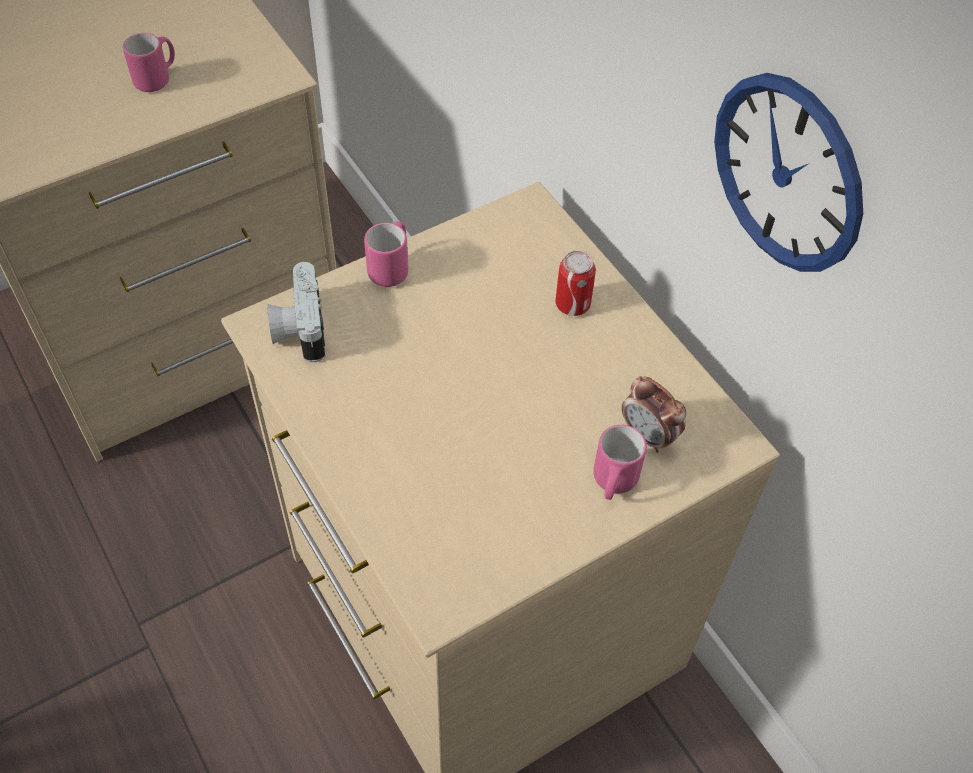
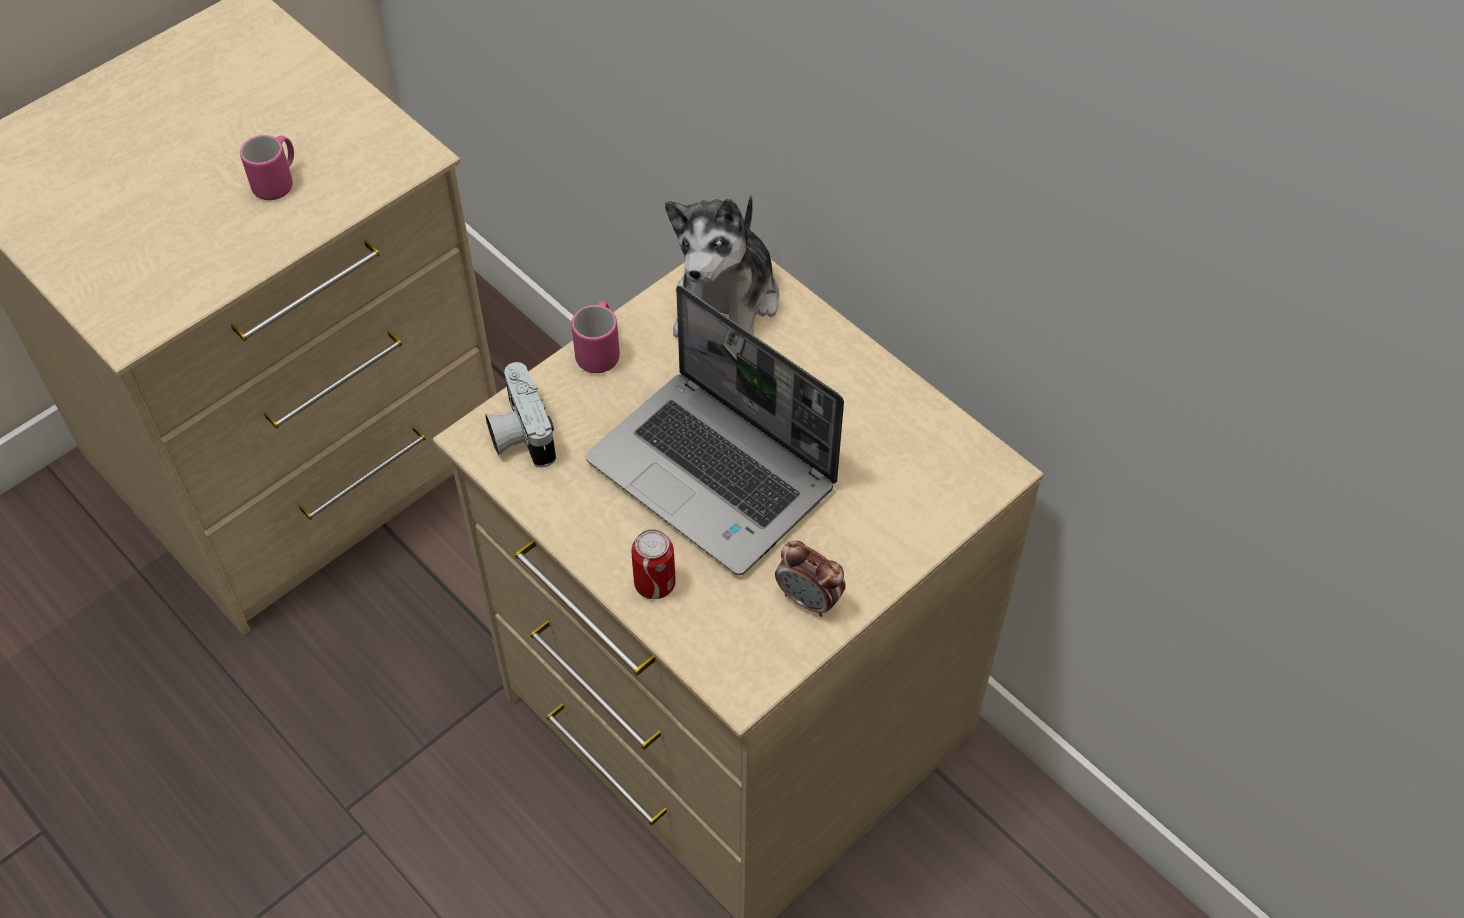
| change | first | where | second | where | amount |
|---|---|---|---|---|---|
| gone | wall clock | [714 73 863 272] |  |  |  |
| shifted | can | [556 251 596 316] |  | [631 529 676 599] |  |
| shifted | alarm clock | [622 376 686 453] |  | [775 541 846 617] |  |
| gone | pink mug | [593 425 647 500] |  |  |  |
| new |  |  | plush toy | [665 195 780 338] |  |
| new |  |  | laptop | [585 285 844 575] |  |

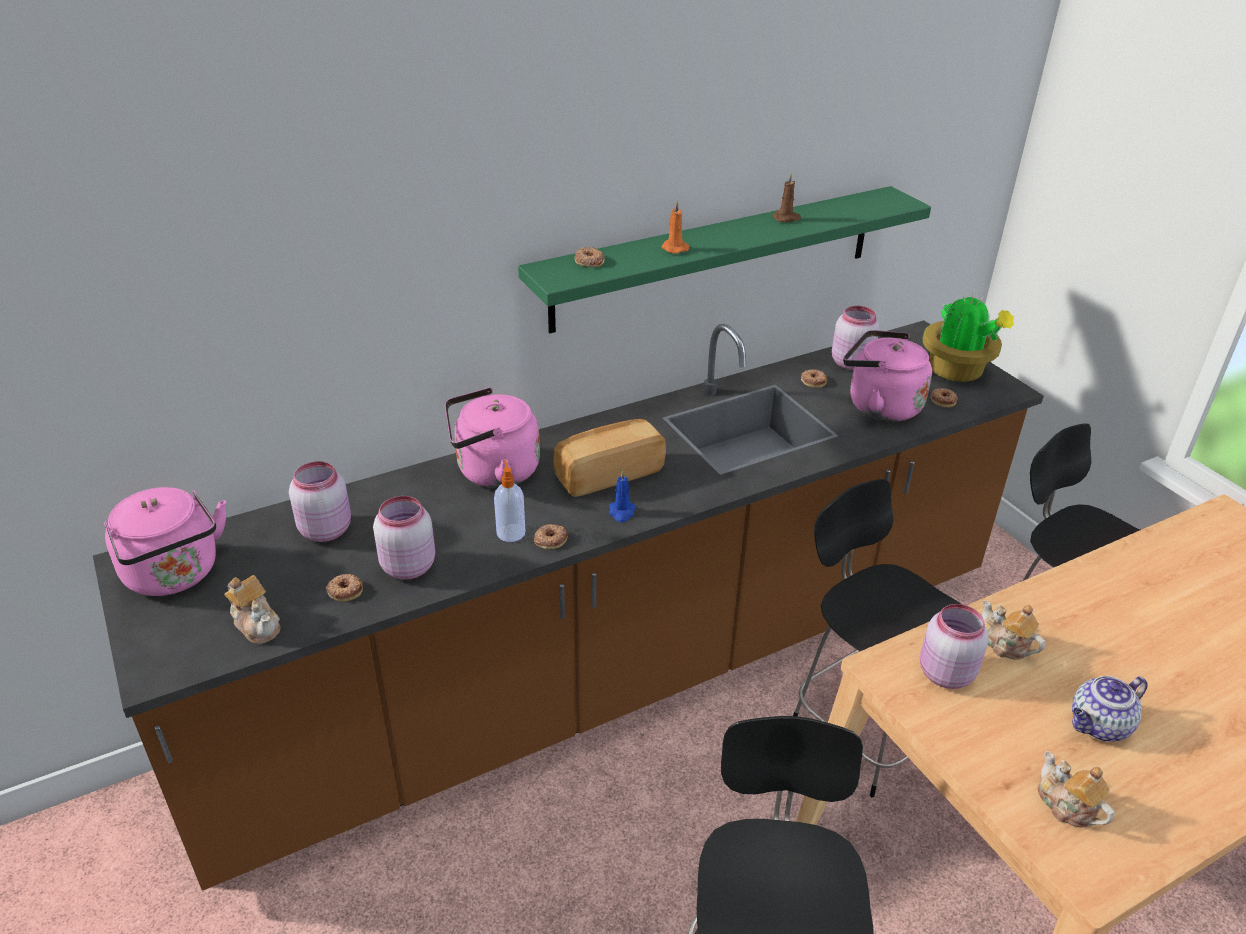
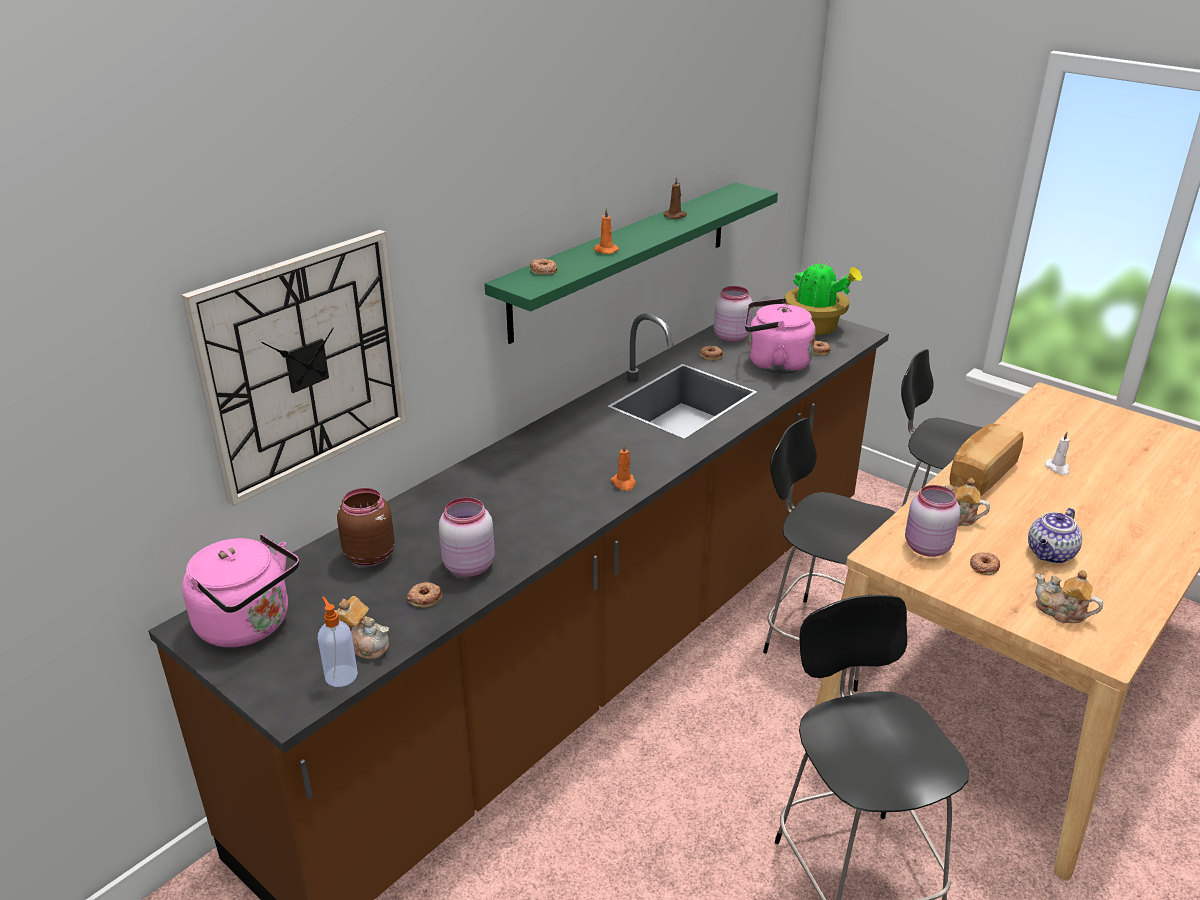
| change | first | where | second | where | amount |
|---|---|---|---|---|---|
| gone | pink kettle | [445 387 540 488] |  |  |  |
| shifted | bread | [553 419 666 497] |  | [949 424 1024 497] |  |
| shifted | soap dispenser | [494 460 525 542] |  | [318 596 358 687] |  |
| repainted | pink jar | [289 461 351 542] | brown jar | [337 488 395 566] |  |
| repainted | blue candle | [609 470 636 522] | orange candle | [611 443 636 491] |  |
| shifted | donut | [534 524 568 550] |  | [970 552 1000 575] |  |
| new |  |  | wall clock | [181 230 407 506] |  |
| new |  |  | white candle | [1045 432 1070 475] |  |

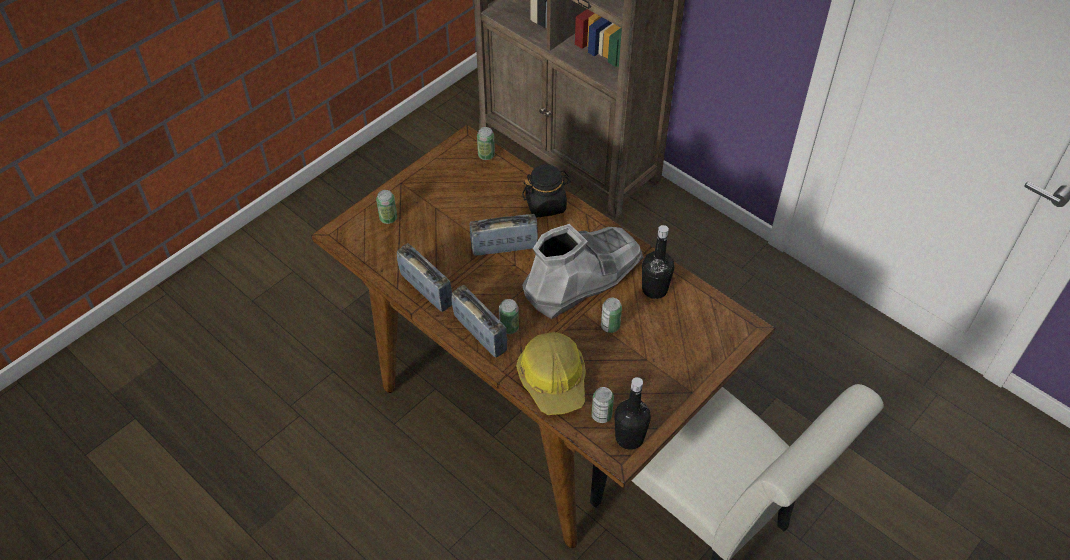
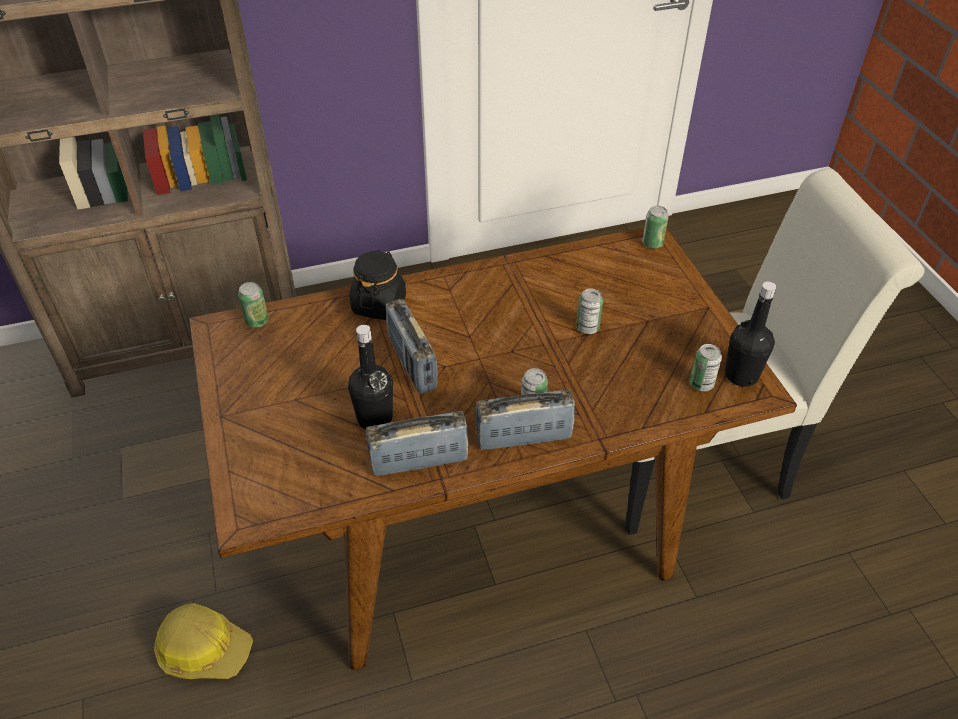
| change | first | where | second | where | amount |
|---|---|---|---|---|---|
| shifted | can | [376 190 397 224] |  | [642 206 669 249] |  |
| rotated | radio | [470 214 538 256] |  | [386 299 438 394] | 45 degrees counterclockwise |
| gone | grey boot | [522 224 644 319] |  |  |  |
| shifted | black bottle | [642 225 674 299] |  | [348 325 393 430] |  |
| shifted | hard hat | [516 332 586 415] |  | [154 603 253 679] |  |

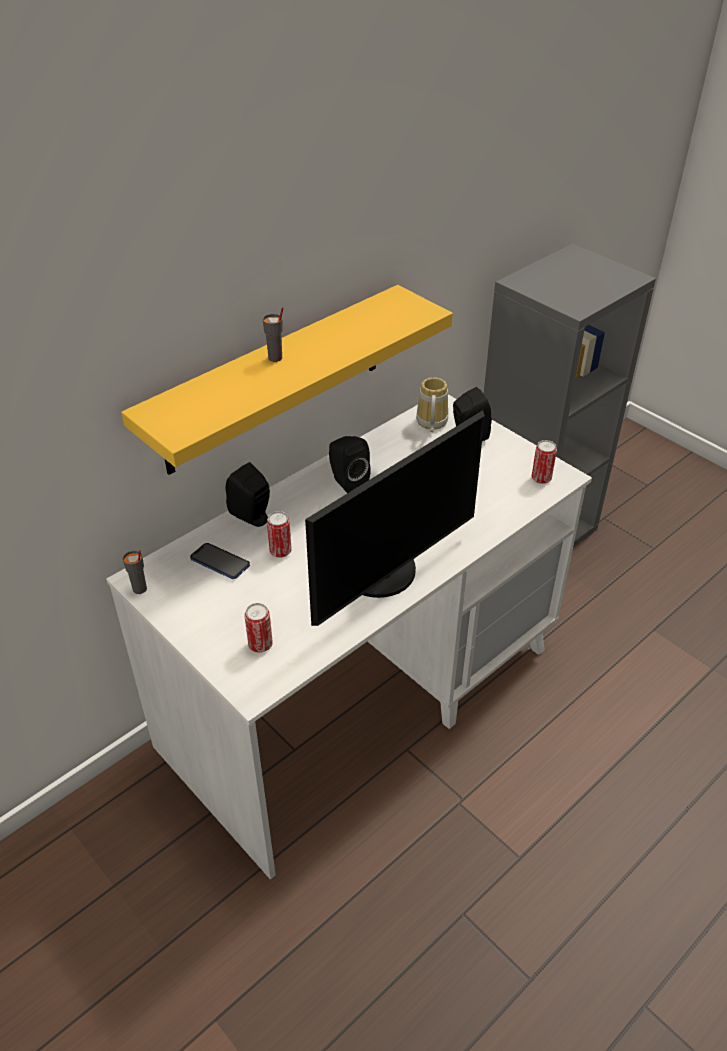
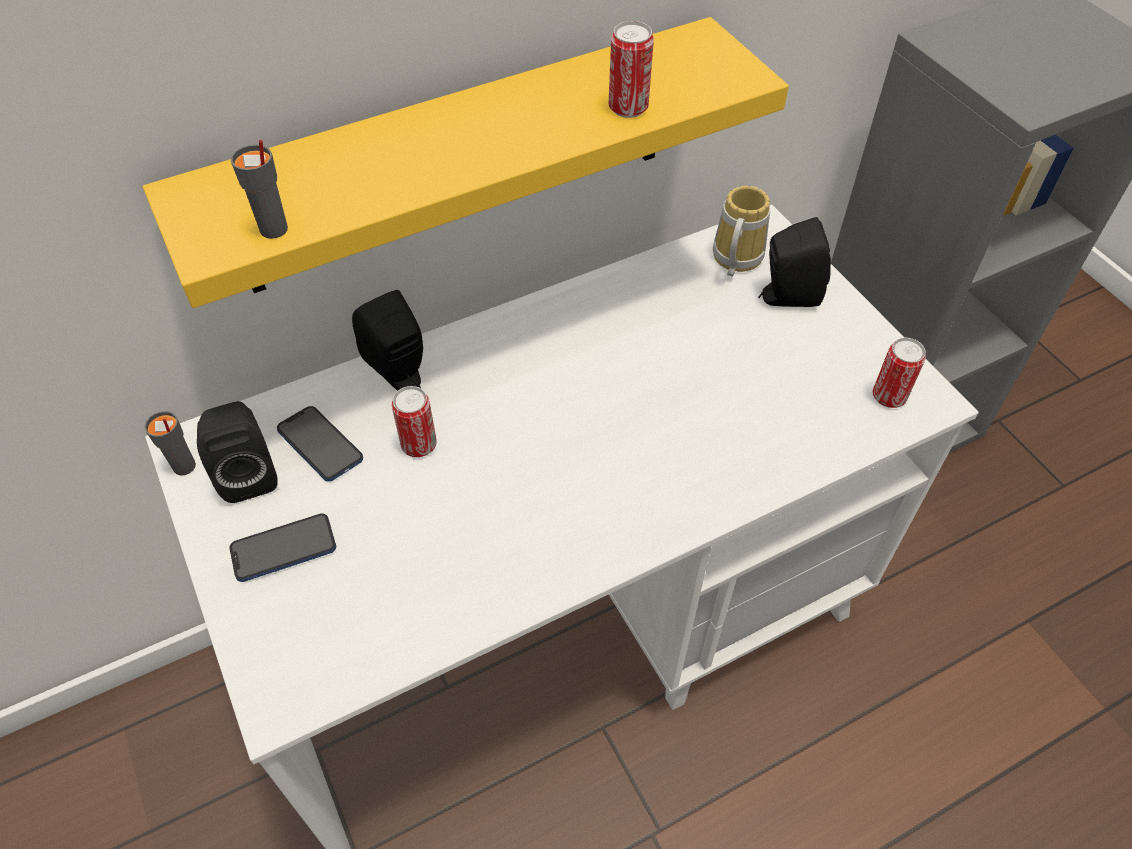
| change | first | where | second | where | amount |
|---|---|---|---|---|---|
| shifted | grey cup | [263 307 283 362] |  | [231 140 288 239] |  |
| gone | monitor | [305 410 485 626] |  |  |  |
| shifted | black speaker | [329 436 371 493] |  | [197 401 278 503] |  |
| shifted | can | [244 603 273 653] |  | [608 21 654 118] |  |
| new |  |  | phone | [229 513 336 582] |  |

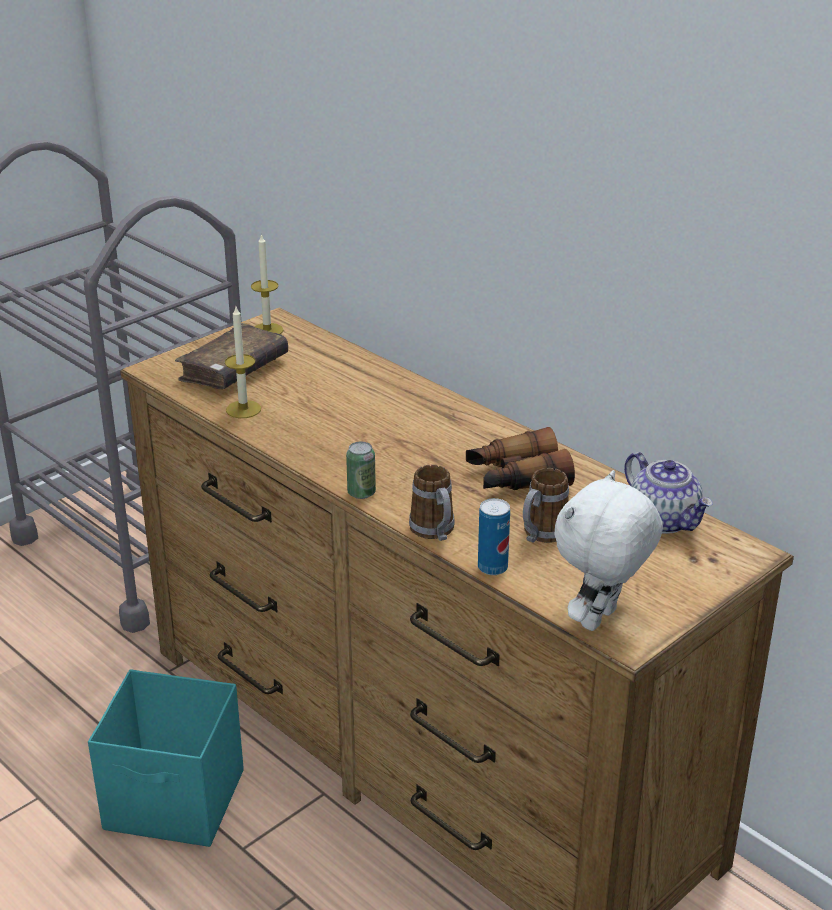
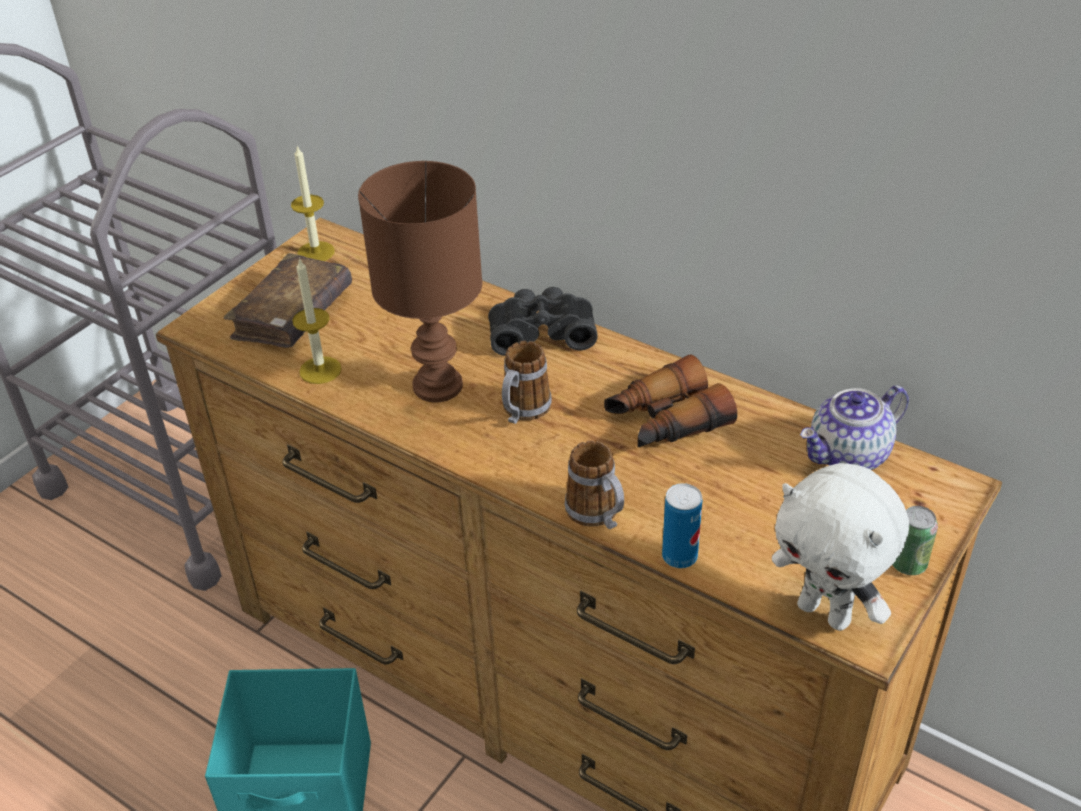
| change | first | where | second | where | amount |
|---|---|---|---|---|---|
| shifted | can | [346 442 376 499] |  | [892 506 938 575] |  |
| rotated | teapot | [624 452 713 534] |  | [800 385 909 470] | 105 degrees clockwise |
| shifted | mug | [523 468 569 543] |  | [502 341 552 424] |  |
| rotated | white plush toy | [554 470 663 631] |  | [772 463 909 631] | 75 degrees counterclockwise |
| new |  |  | brown table lamp | [358 161 482 403] |  |
| new |  |  | black binoculars | [488 287 598 356] |  |

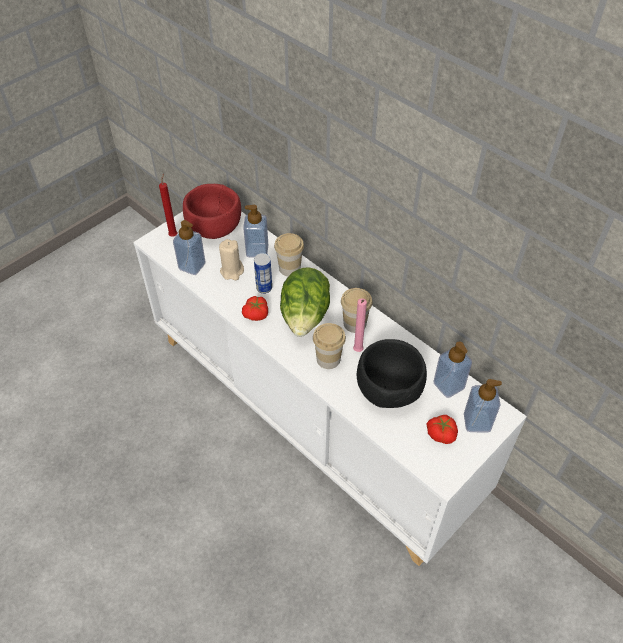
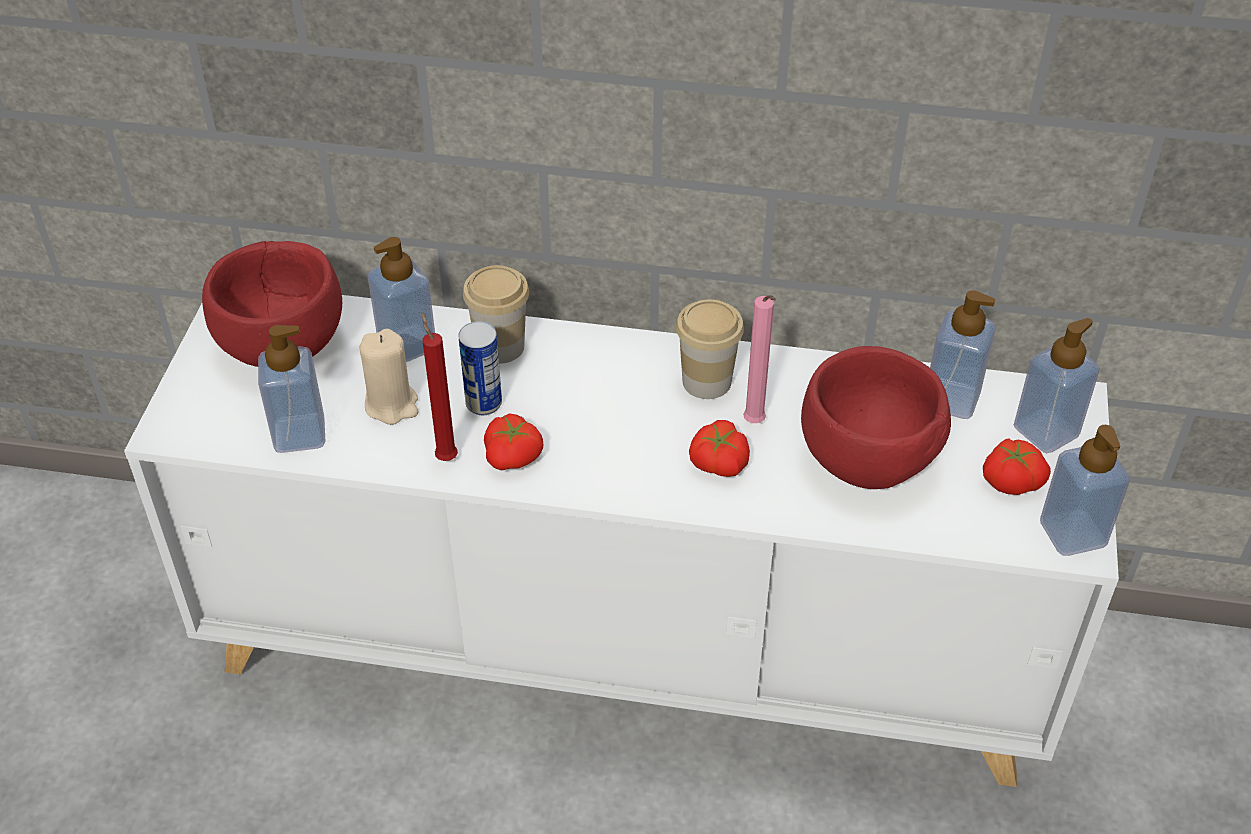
| change | first | where | second | where | amount |
|---|---|---|---|---|---|
| shifted | red candle | [159 173 177 237] |  | [421 312 458 461] |  |
| gone | lettuce | [280 267 330 337] |  |  |  |
| swapped | cup | [313 323 346 369] | tomato | [689 420 750 477] |  |
| repainted | black bowl | [357 339 427 408] | red bowl | [801 346 951 489] |  |
| new |  |  | soap dispenser | [1040 425 1130 556] |  |

